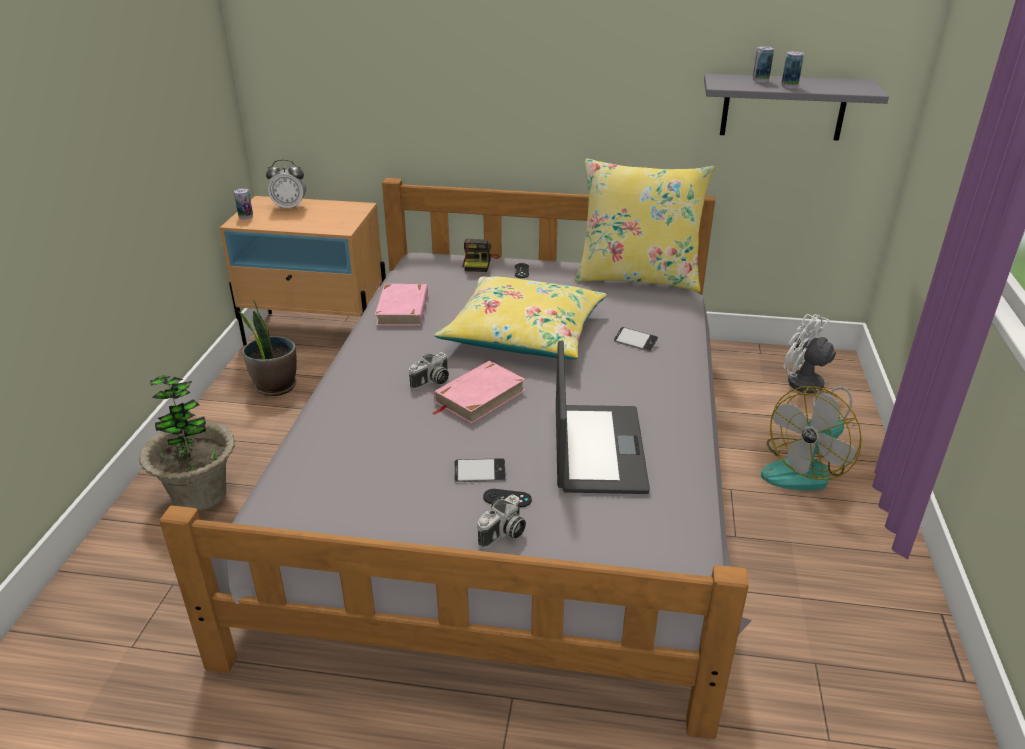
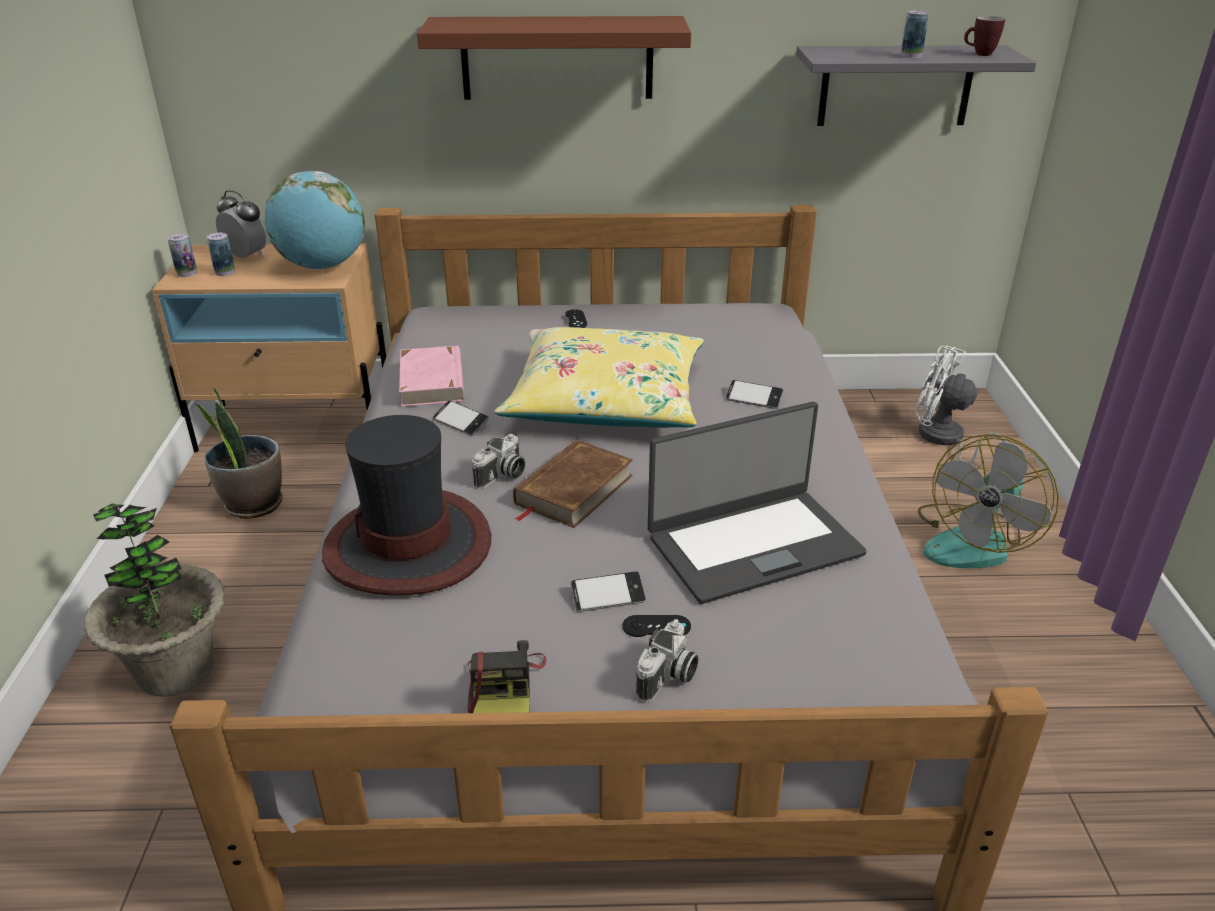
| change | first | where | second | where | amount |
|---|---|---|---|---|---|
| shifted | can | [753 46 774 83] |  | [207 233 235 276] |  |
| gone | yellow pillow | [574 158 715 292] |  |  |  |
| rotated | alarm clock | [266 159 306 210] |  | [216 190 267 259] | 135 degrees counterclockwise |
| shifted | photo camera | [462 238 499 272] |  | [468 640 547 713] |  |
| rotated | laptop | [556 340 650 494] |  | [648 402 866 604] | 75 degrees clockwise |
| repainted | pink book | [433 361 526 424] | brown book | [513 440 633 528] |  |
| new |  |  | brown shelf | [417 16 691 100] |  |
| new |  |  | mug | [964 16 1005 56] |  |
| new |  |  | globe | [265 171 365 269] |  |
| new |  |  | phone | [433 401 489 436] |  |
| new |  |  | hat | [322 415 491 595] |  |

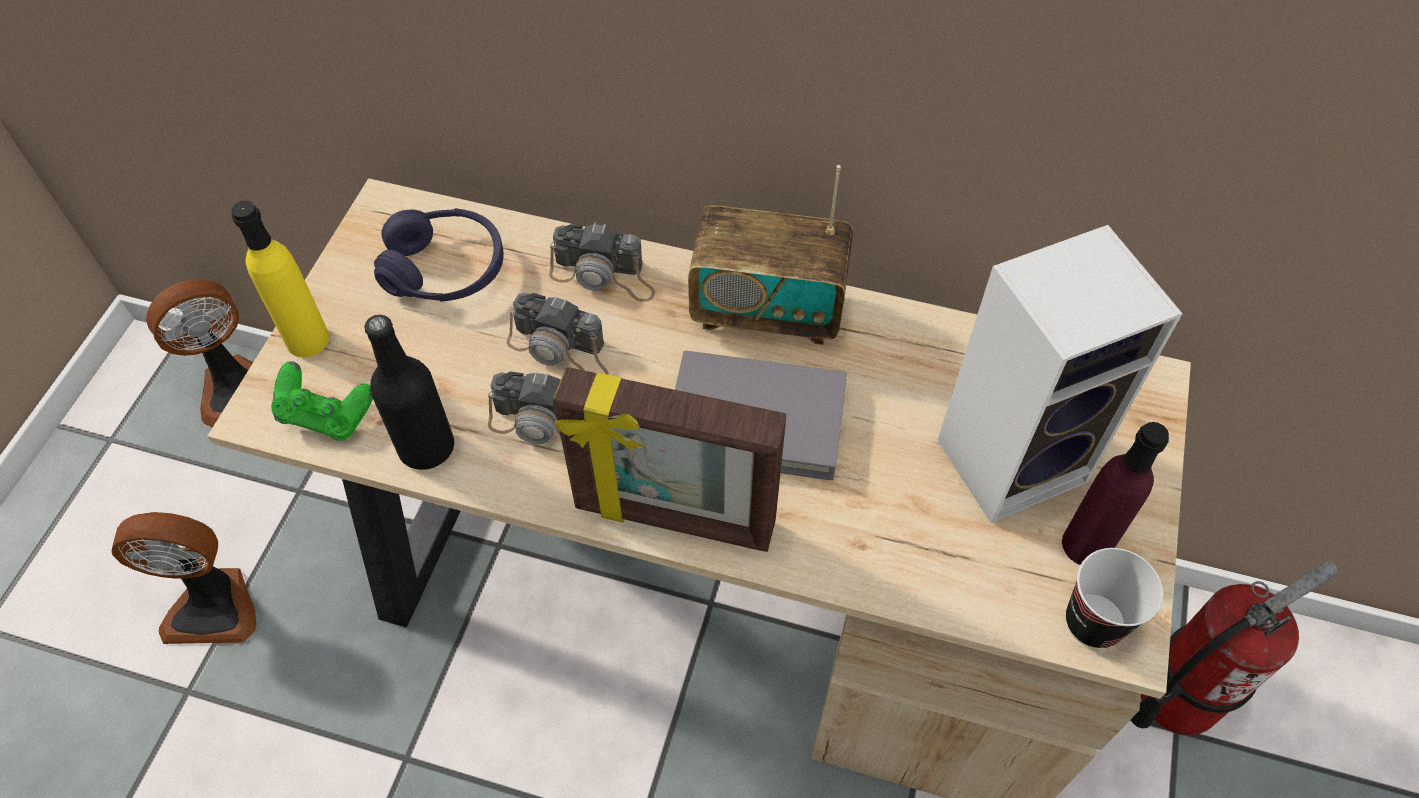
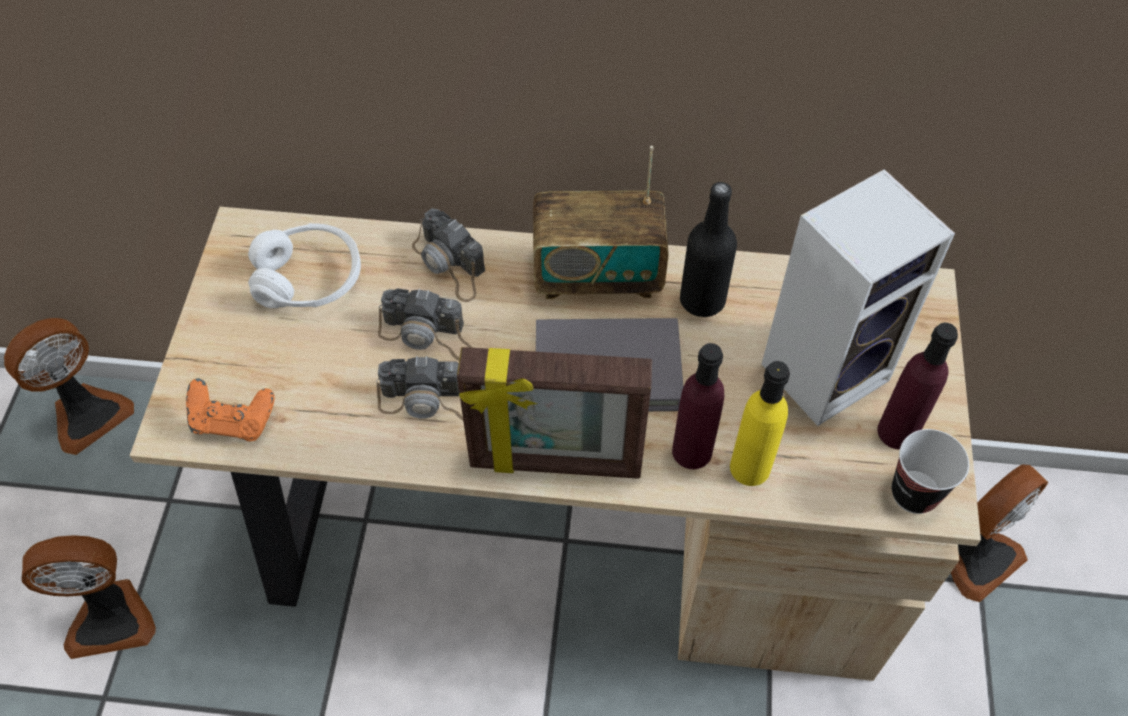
| change | first | where | second | where | amount |
|---|---|---|---|---|---|
| shifted | yellow bottle | [232 200 329 357] |  | [730 361 790 486] |  |
| repainted | purple headphones | [374 208 504 302] | white headphones | [248 223 361 308] |  |
| rotated | photo camera | [549 223 655 302] |  | [412 208 485 302] | 45 degrees clockwise |
| shifted | black bottle | [364 315 454 470] |  | [680 182 737 317] |  |
| repainted | green game controller | [271 361 373 441] | orange game controller | [186 378 275 441] |  |
| swapped | fire extinguisher | [1131 561 1338 735] | fan | [951 464 1048 602] |  |
| new |  |  | purple bottle | [672 343 724 469] |  |

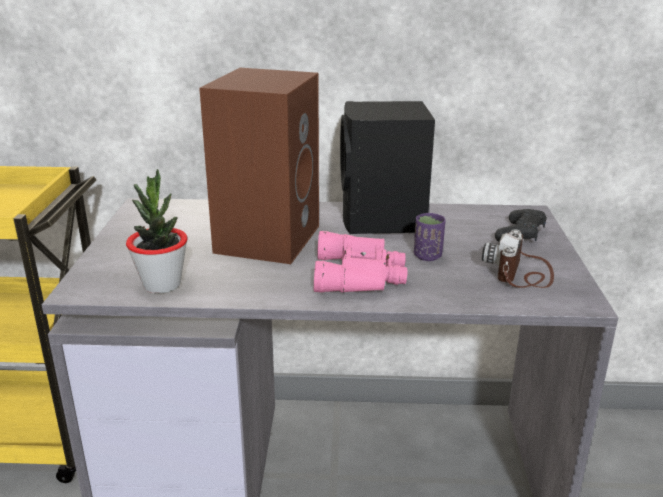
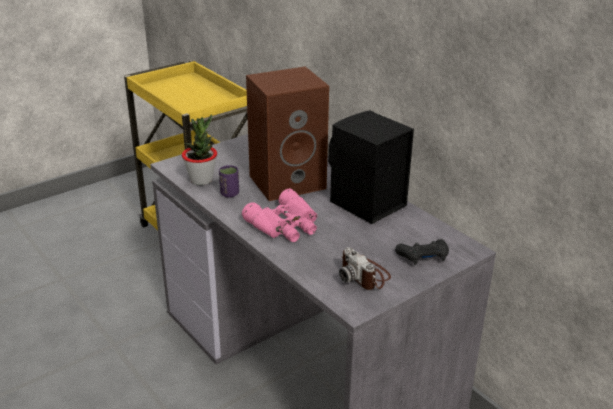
| change | first | where | second | where | amount |
|---|---|---|---|---|---|
| shifted | purple cup | [414 213 445 261] |  | [219 165 239 197] |  |
| rotated | photo camera | [482 229 554 288] |  | [339 247 391 290] | 105 degrees counterclockwise |

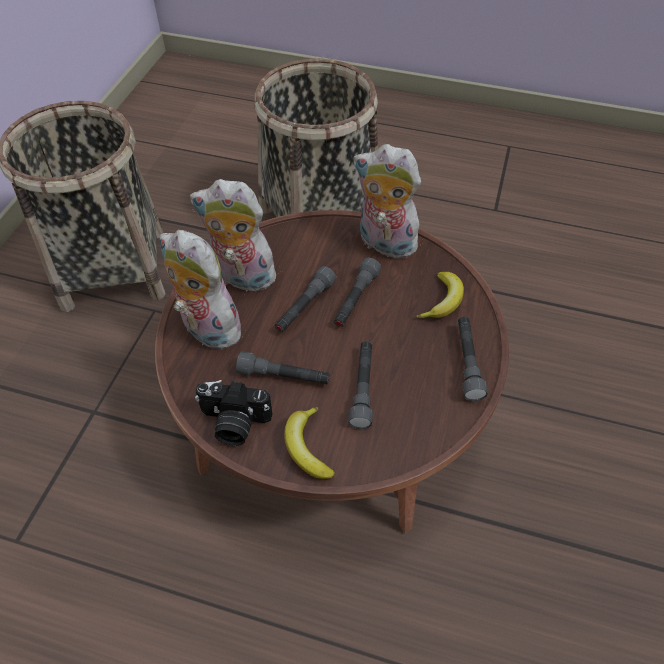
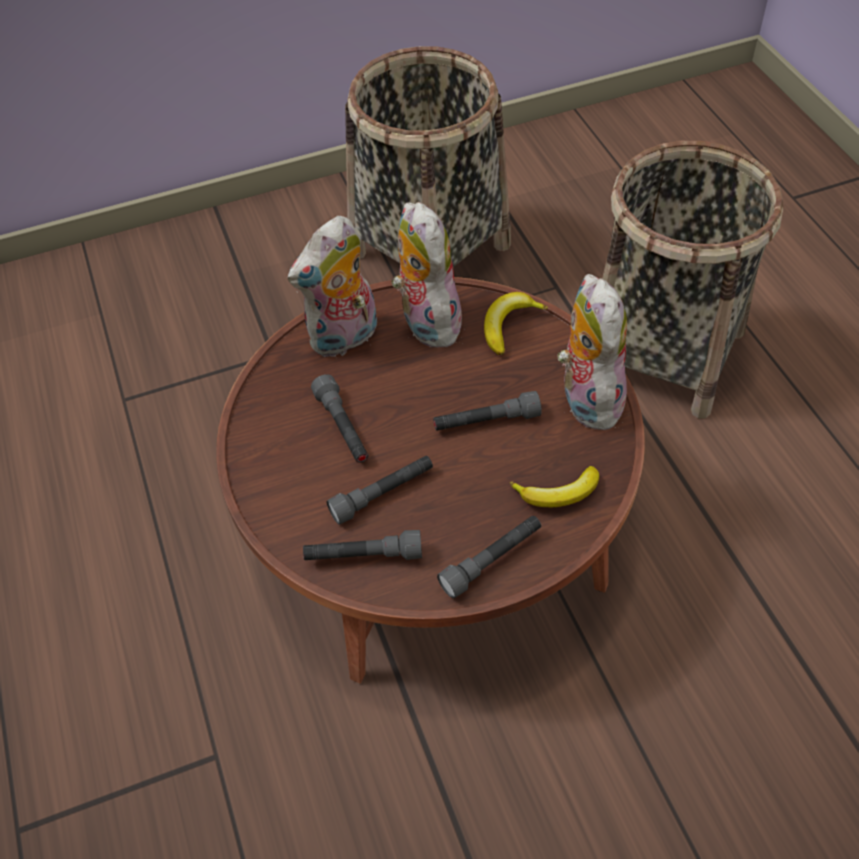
| change | first | where | second | where | amount |
|---|---|---|---|---|---|
| rotated | plush toy | [159 230 245 349] |  | [288 216 377 357] | 135 degrees counterclockwise |
| shifted | grey flashlight | [275 266 336 332] |  | [303 530 422 560] |  |
| gone | photo camera | [195 380 272 446] |  |  |  |
| shifted | banana | [284 407 335 479] |  | [484 292 548 355] |  |

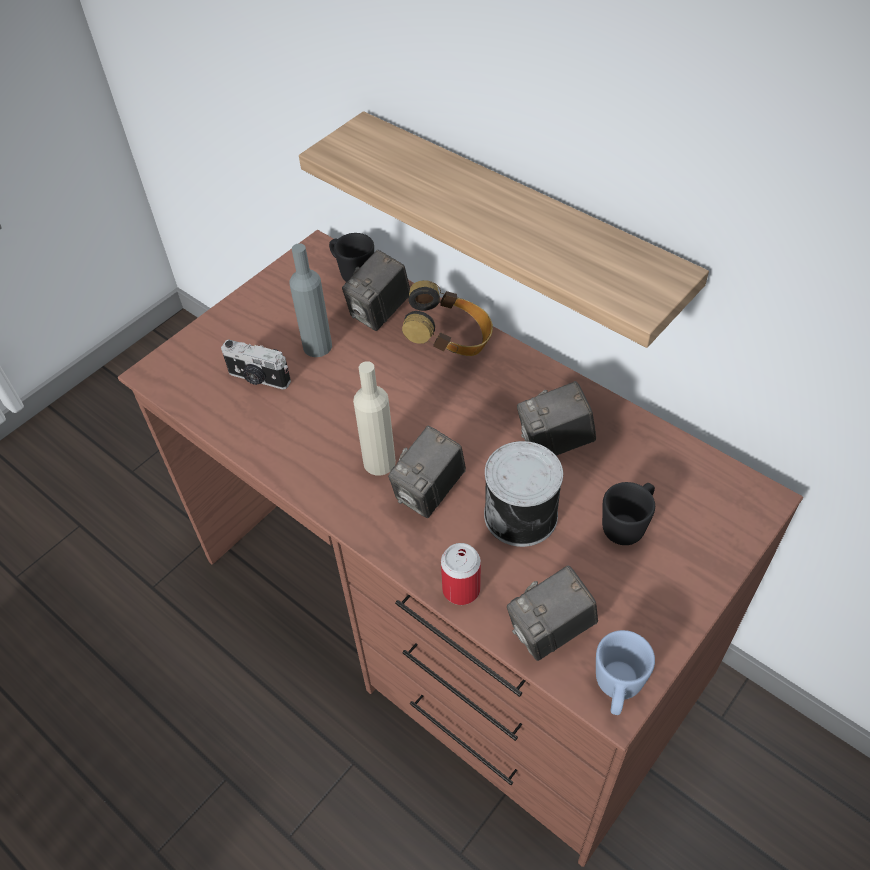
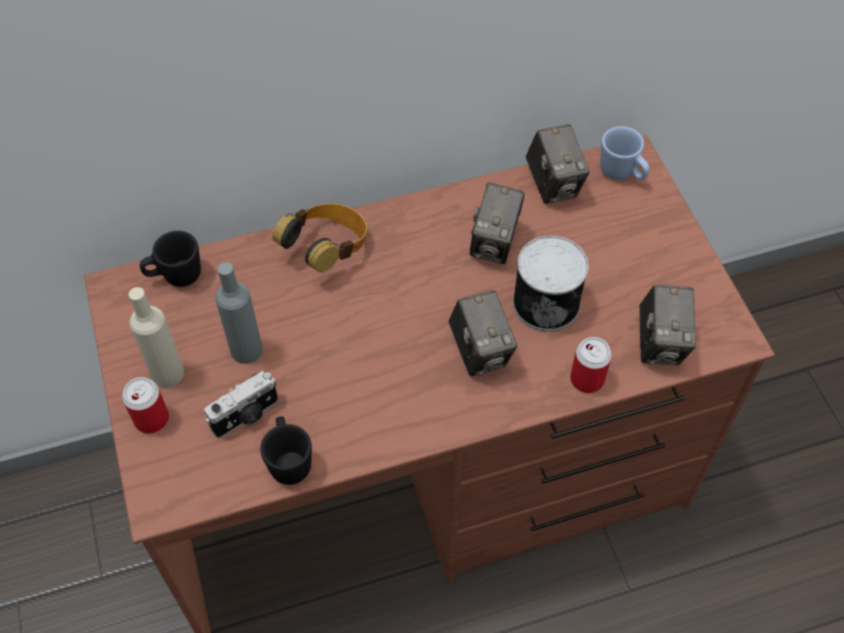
| change | first | where | second | where | amount |
|---|---|---|---|---|---|
| gone | shelf | [299 111 709 348] |  |  |  |
| shifted | photo camera | [342 250 410 331] |  | [526 124 590 204] |  |
| shifted | beige bottle | [353 361 396 476] |  | [129 287 184 388] |  |
| shifted | black mug | [602 482 655 545] |  | [260 416 312 485] |  |
| shifted | blue mug | [596 630 655 715] |  | [600 126 650 180] |  |
| new |  |  | can | [122 377 169 433] |  |

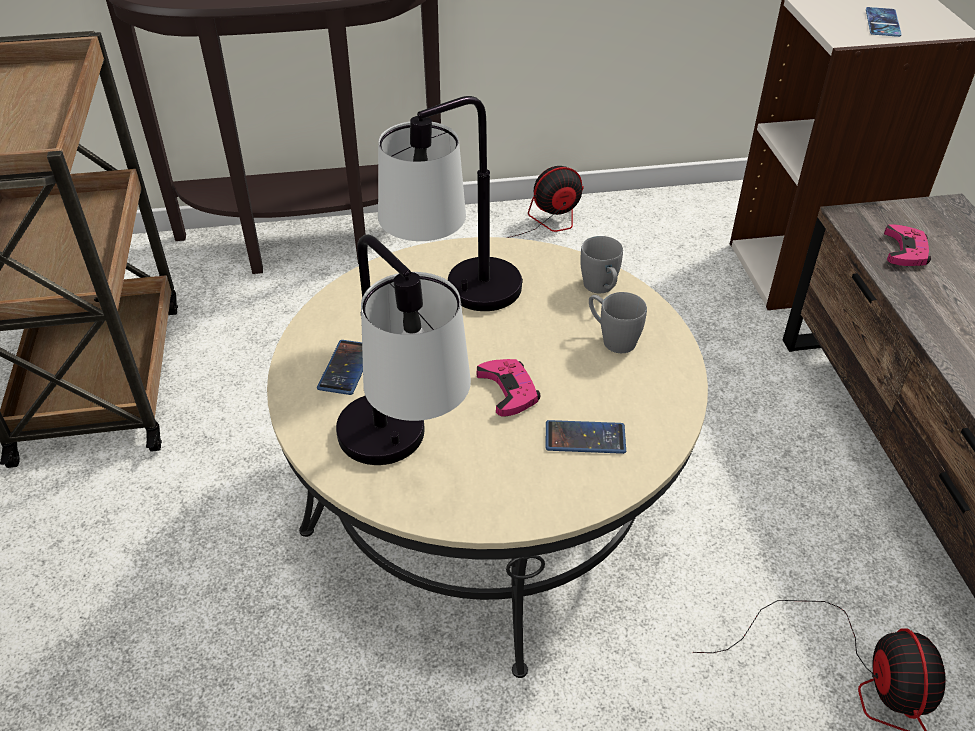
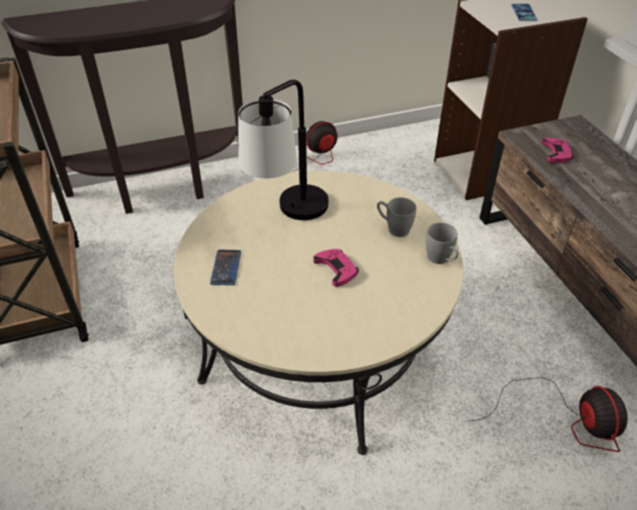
| change | first | where | second | where | amount |
|---|---|---|---|---|---|
| gone | table lamp | [336 235 471 465] |  |  |  |
| shifted | grey mug | [580 236 623 293] |  | [426 223 459 264] |  |
| gone | phone | [545 420 626 454] |  |  |  |

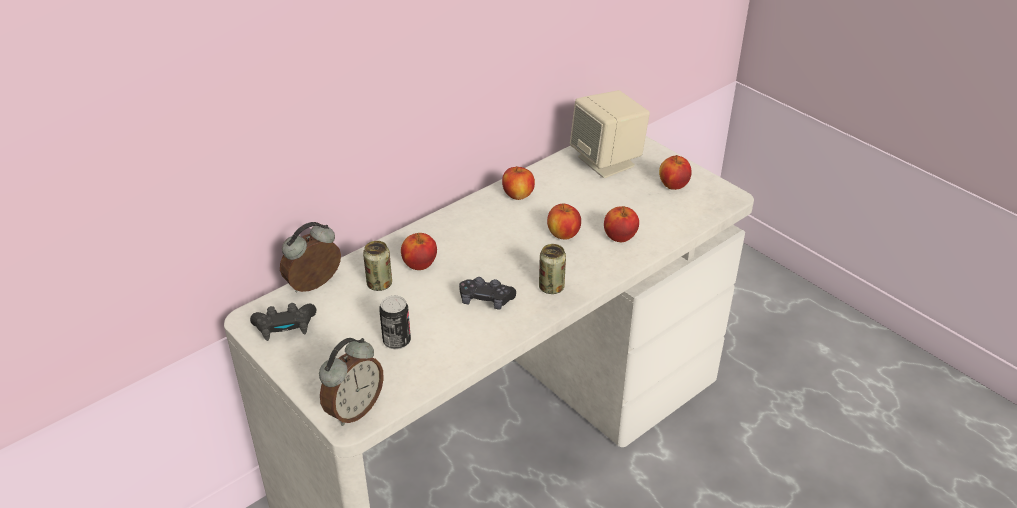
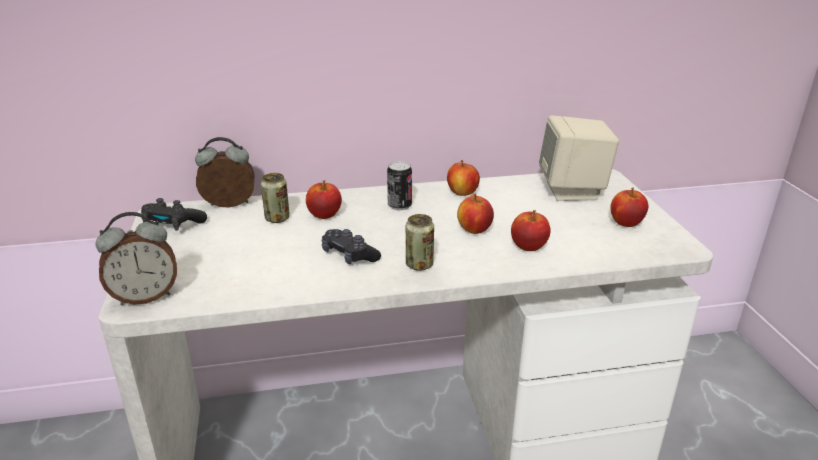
| change | first | where | second | where | amount |
|---|---|---|---|---|---|
| shifted | can | [379 295 411 350] |  | [387 161 412 210] |  |

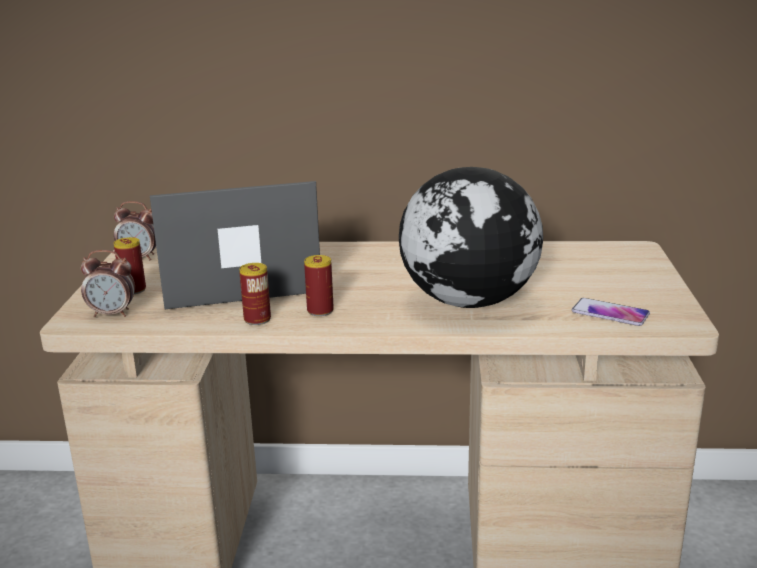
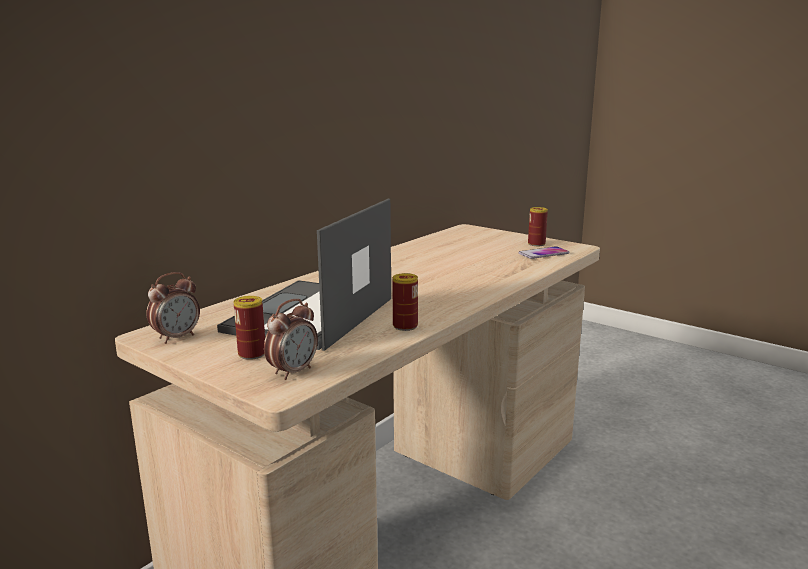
| change | first | where | second | where | amount |
|---|---|---|---|---|---|
| gone | globe | [399 167 543 308] |  |  |  |
| shifted | can | [304 255 334 316] |  | [528 207 548 246] |  |

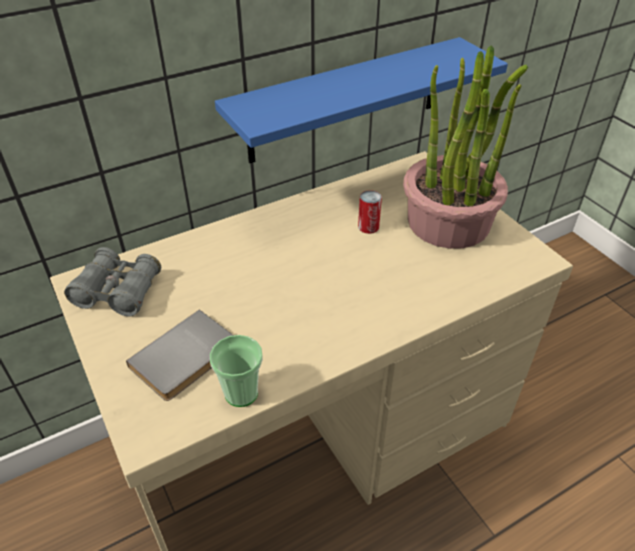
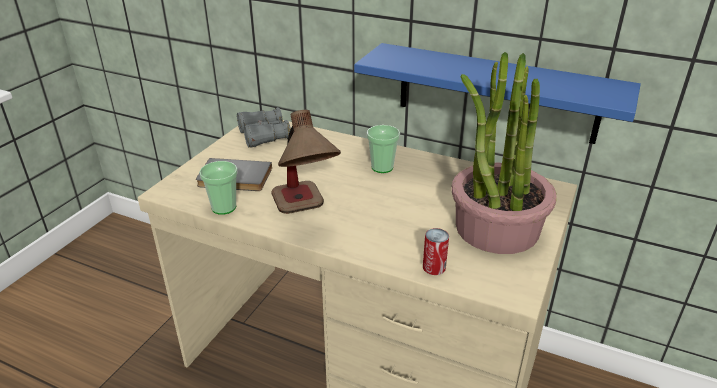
| change | first | where | second | where | amount |
|---|---|---|---|---|---|
| shifted | can | [358 190 382 234] |  | [423 228 449 275] |  |
| new |  |  | table lamp | [271 110 341 214] |  |
| new |  |  | cup | [367 125 400 173] |  |

